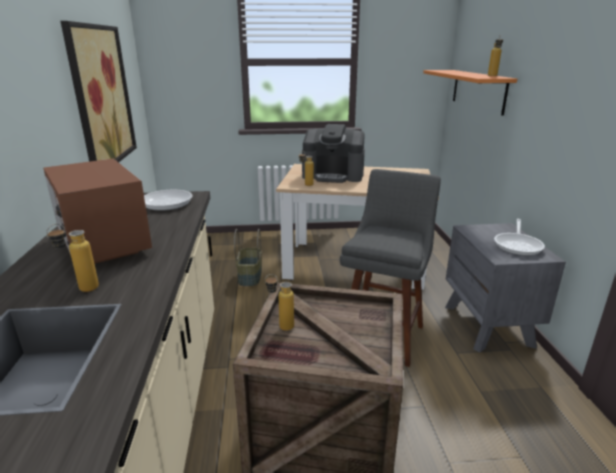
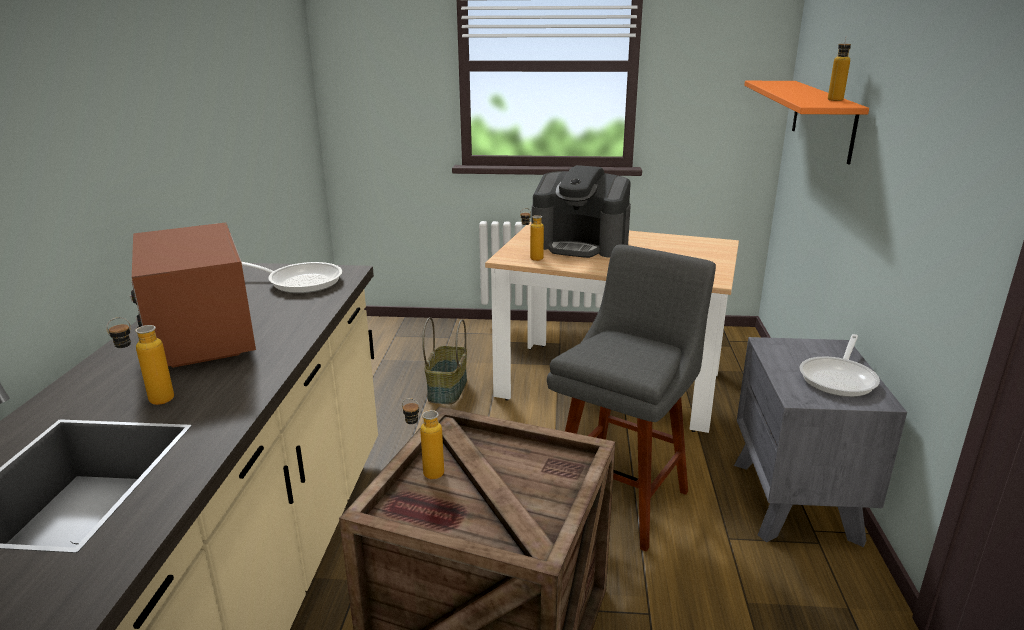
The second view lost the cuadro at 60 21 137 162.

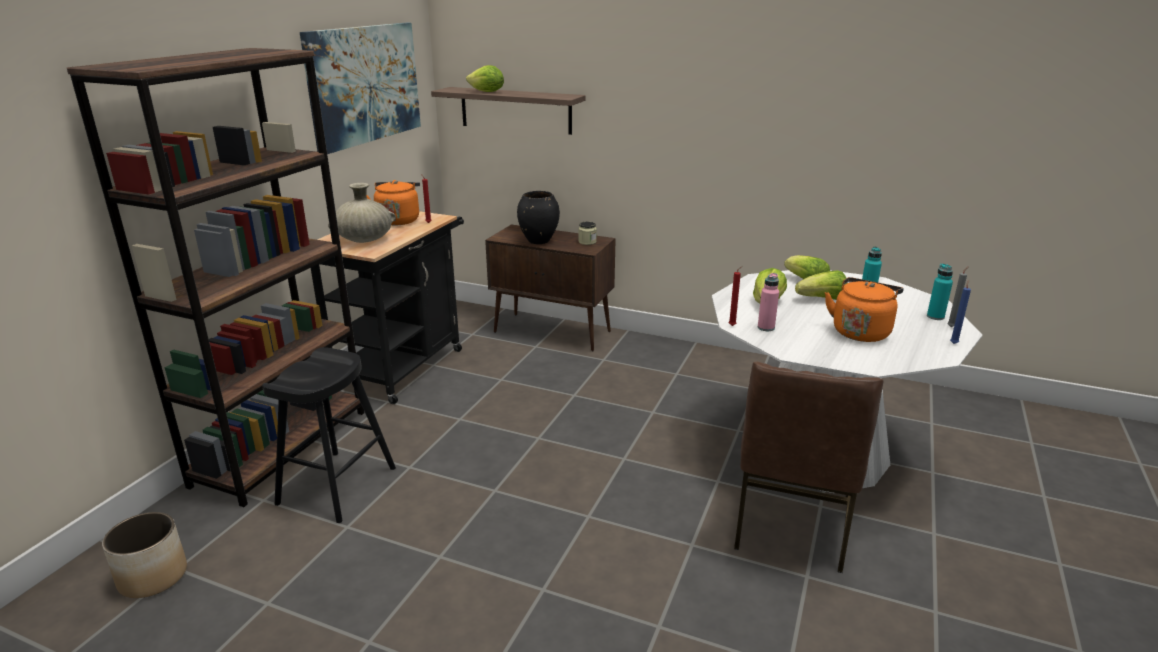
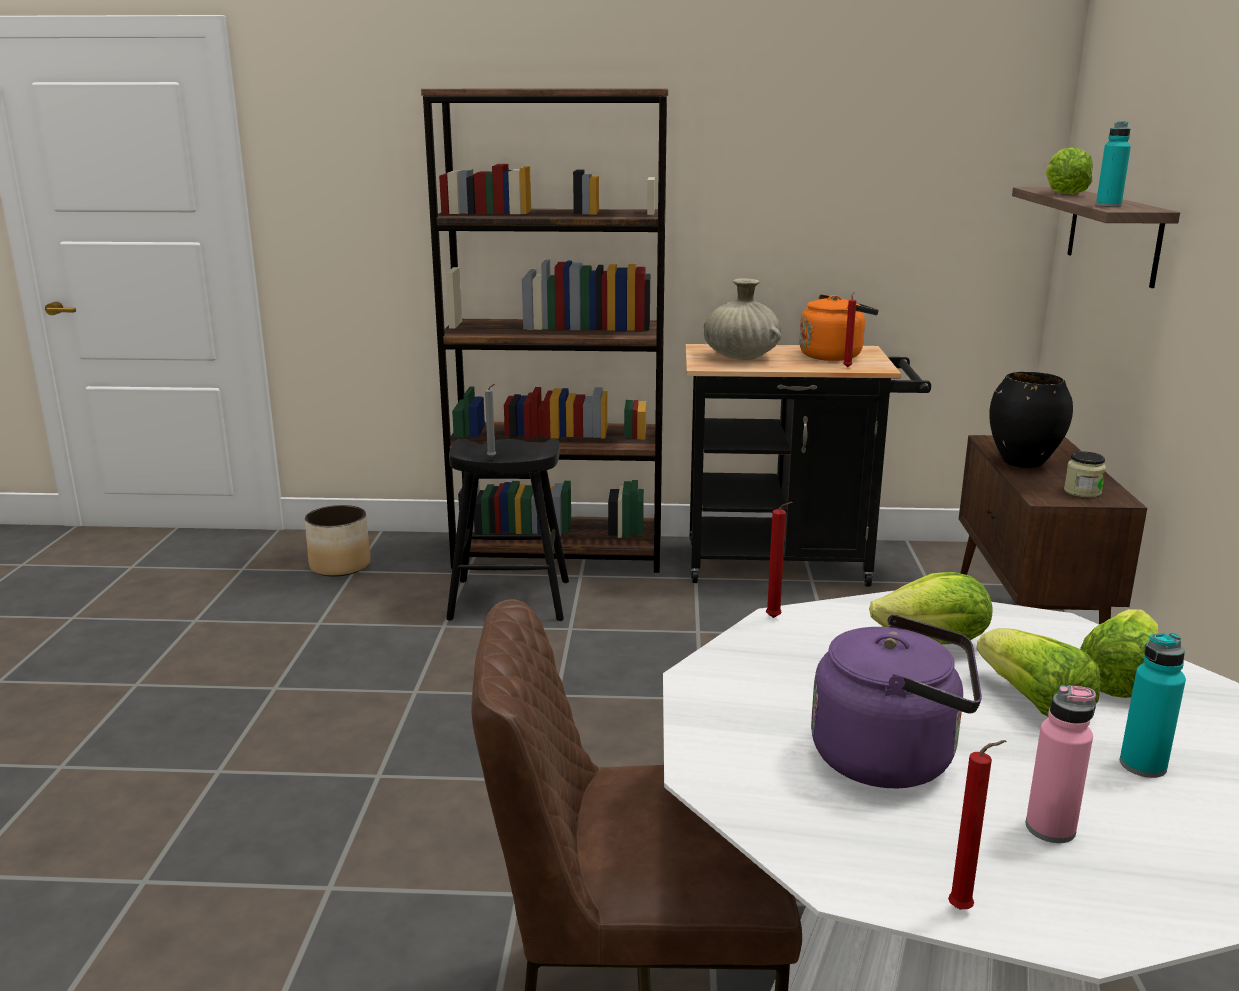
The vela (gris) ended up elsewhere, having gone from 947 266 969 327 to 485 384 496 457.
What was the hervidor (naranja) at 825 277 904 342 turned into the hervidor (morado) at 811 615 982 789.
What was the vela (azul) at 950 280 971 344 turned into the vela (rojo) at 948 740 1006 909.
The botella (rosa) ended up elsewhere, having gone from 758 273 779 331 to 1026 685 1096 843.
The botella (turquesa) ended up elsewhere, having gone from 927 263 953 320 to 1096 121 1131 207.
The second view lost the cuadro at 300 23 421 154.

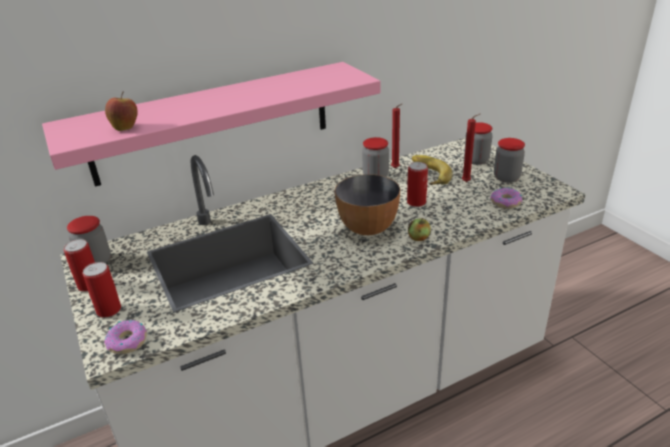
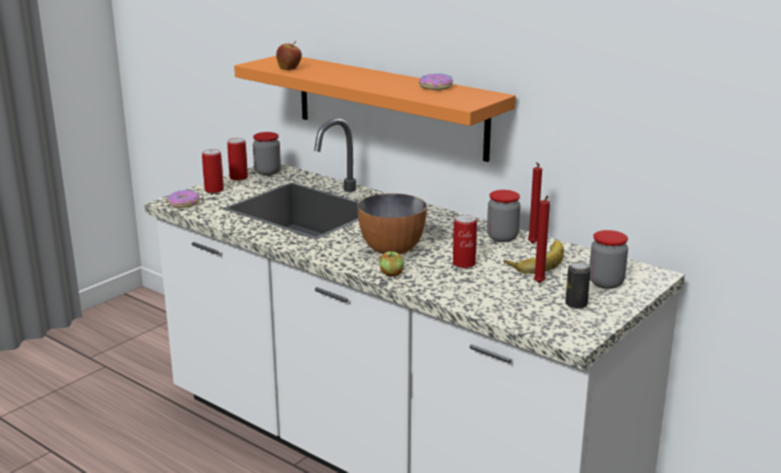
What was the estante (rosa) at 42 62 381 187 turned into the estante (naranja) at 234 56 516 162.
The rosquilla ended up elsewhere, having gone from 490 187 522 209 to 419 74 453 90.
Where the tarro stood at 494 138 525 183, the lata came to stand at 565 262 591 309.

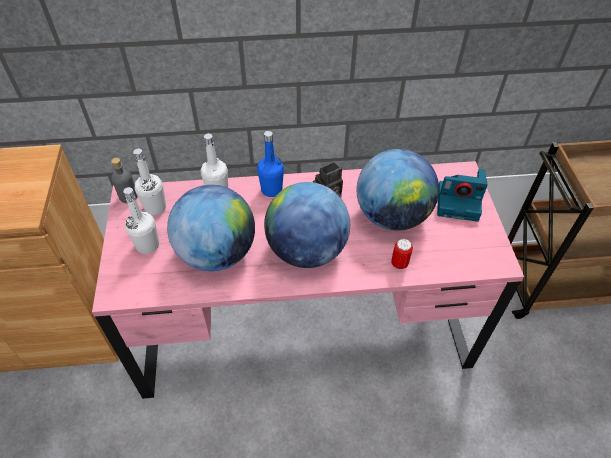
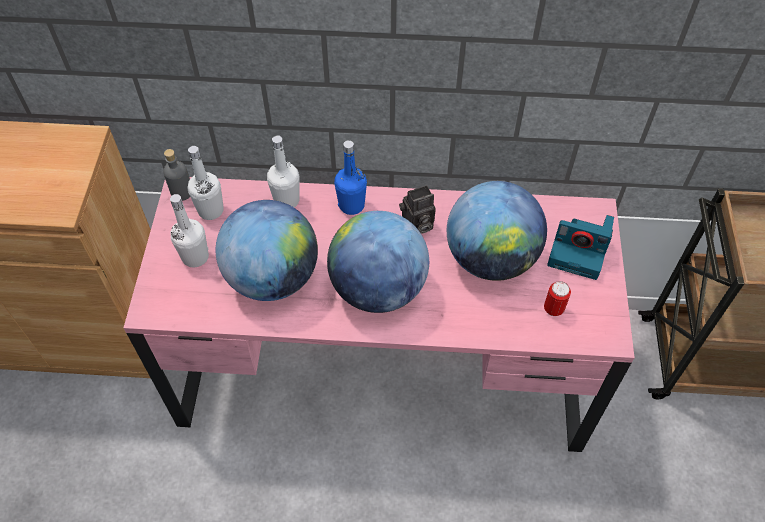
The lata ended up elsewhere, having gone from 391 239 413 270 to 544 281 571 316.

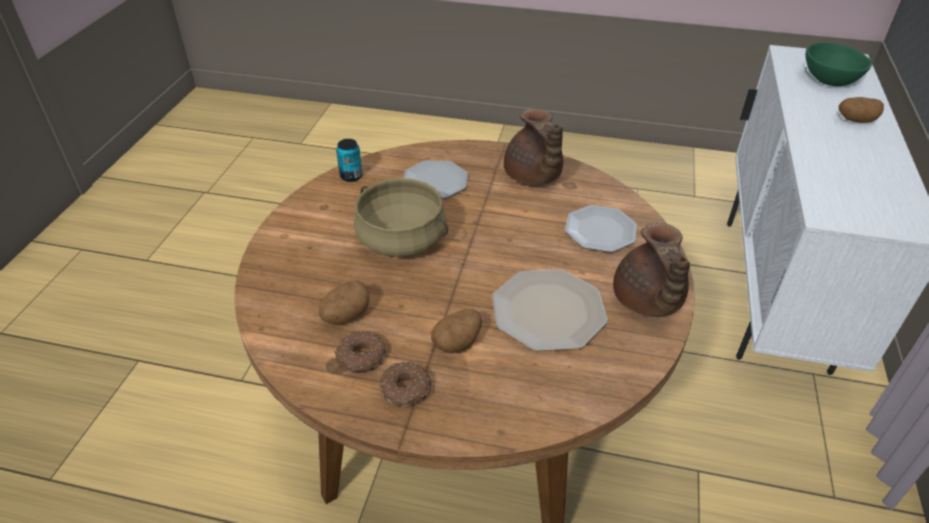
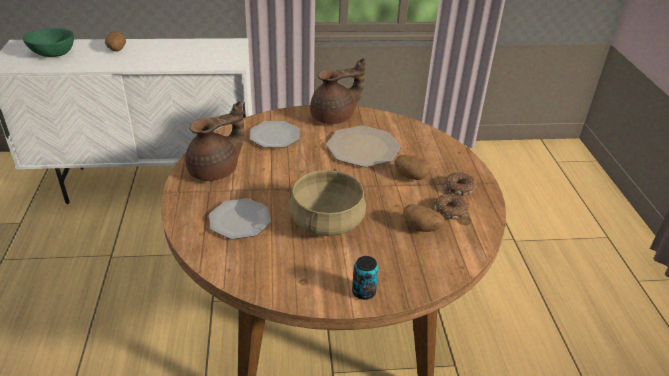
The lata ended up elsewhere, having gone from 336 139 362 182 to 352 256 379 300.

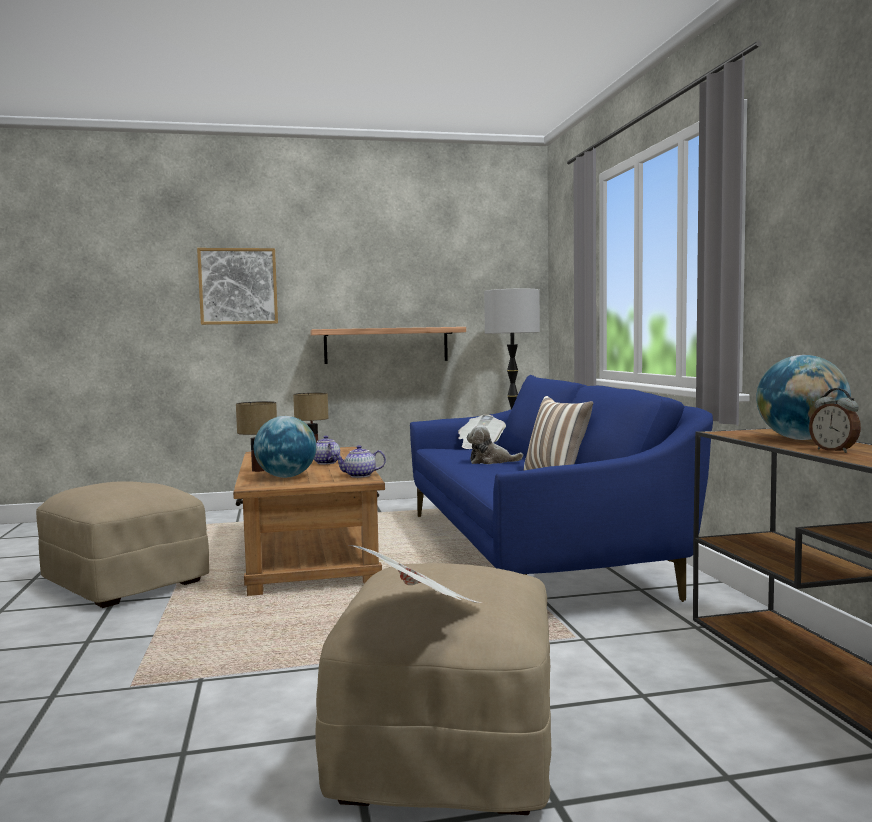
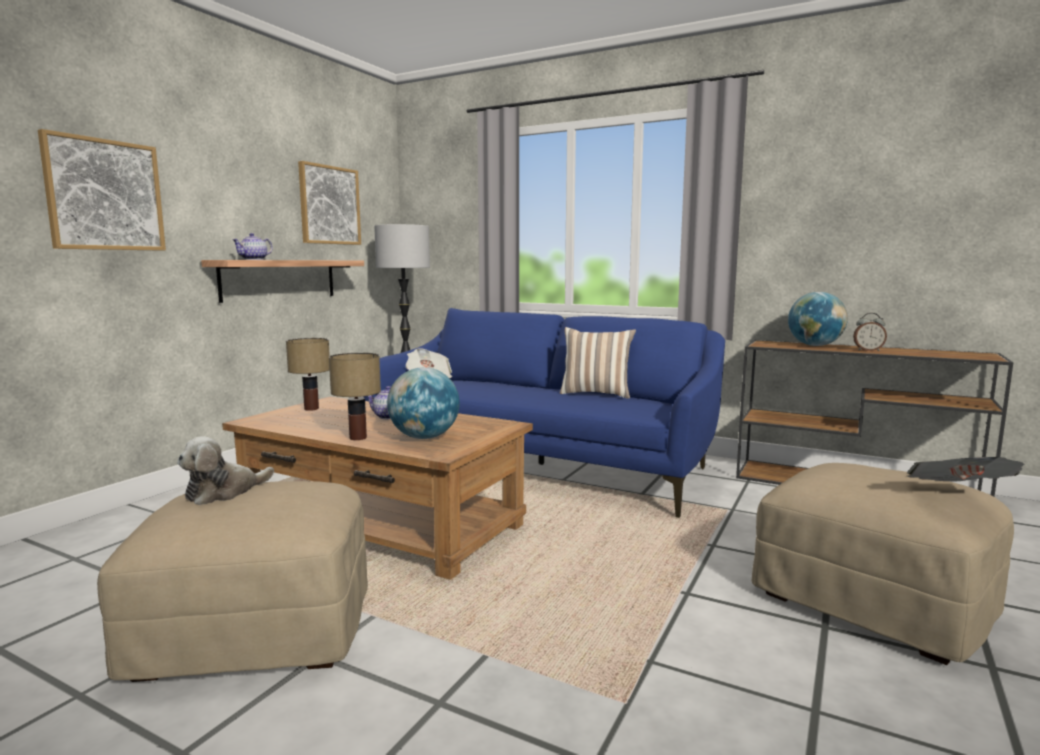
The peluche ended up elsewhere, having gone from 467 425 523 464 to 177 436 274 505.
The tetera ended up elsewhere, having gone from 333 445 386 478 to 232 233 273 260.
The second view gained the cuadro at 298 161 361 245.

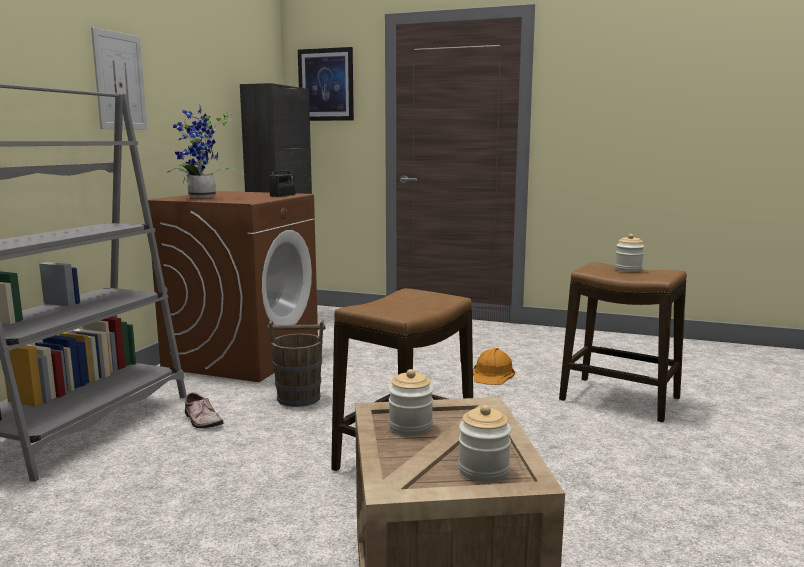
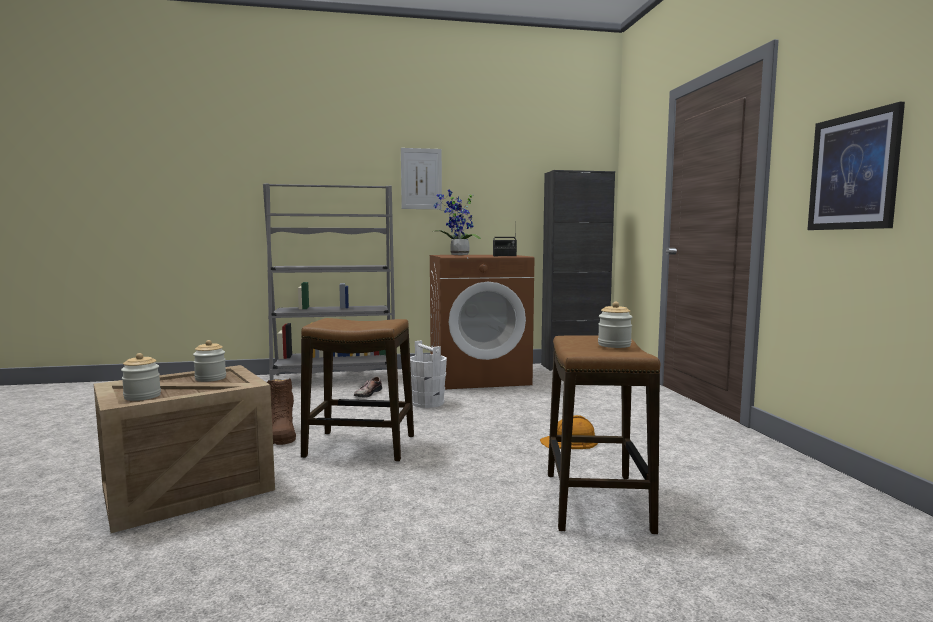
The second view gained the bota (marrón) at 267 378 296 445.
What was the cubo (marrón) at 267 320 325 407 turned into the cubo (blanco) at 410 340 447 408.
The cuadro ended up elsewhere, having gone from 298 47 354 121 to 807 102 905 230.

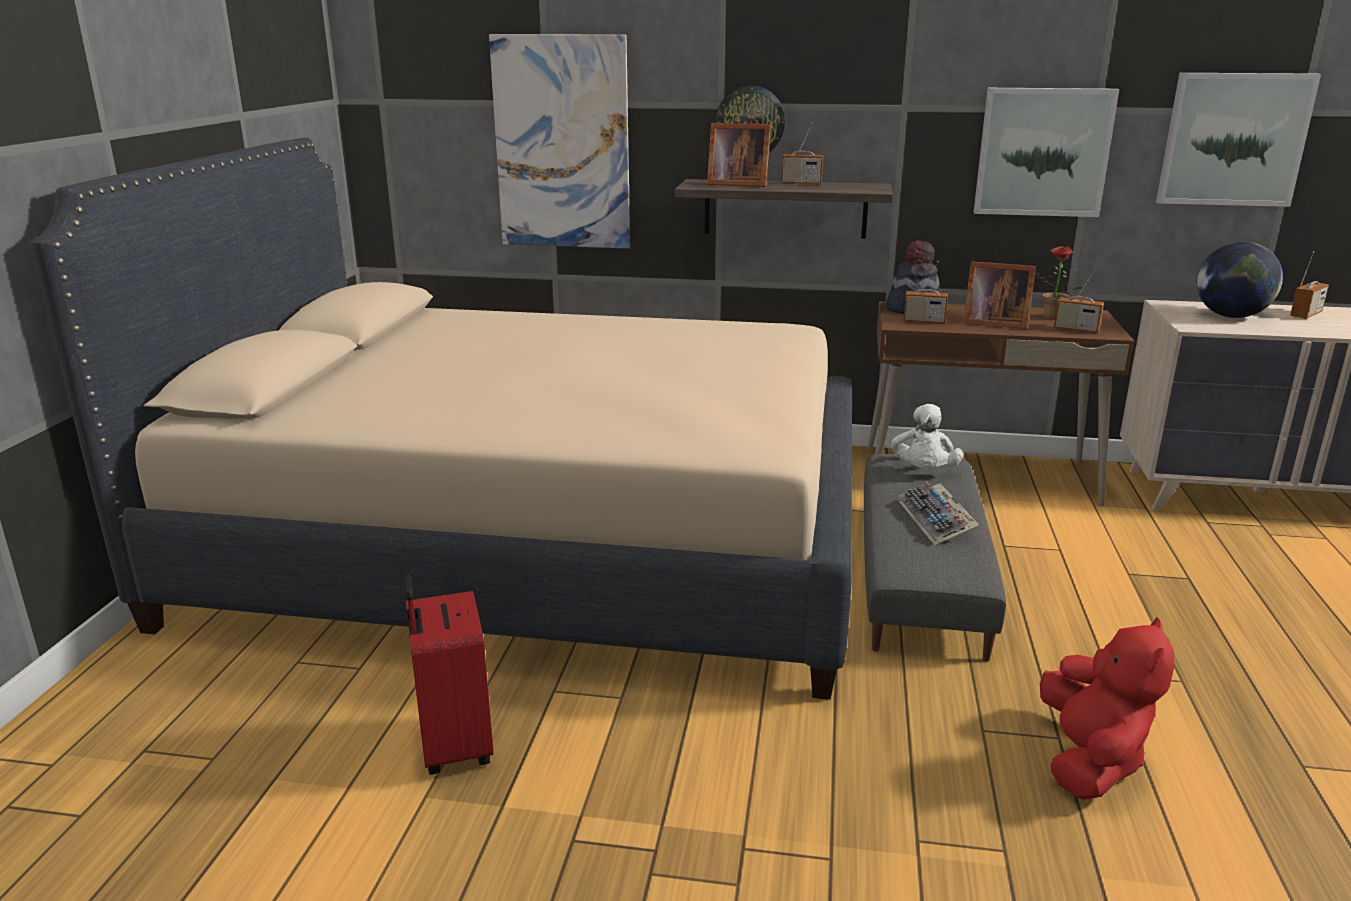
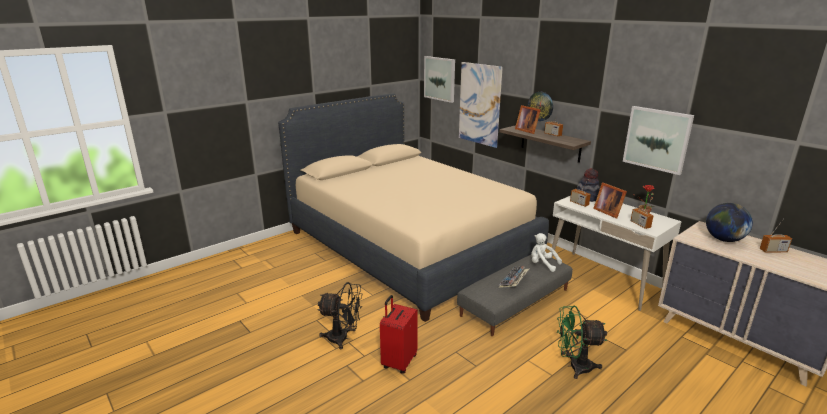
The second view gained the ventilador (negro) at 317 282 362 349.
The maleta (rojo) ended up elsewhere, having gone from 404 573 494 775 to 380 295 418 374.
The cuadro ended up elsewhere, having gone from 1156 73 1321 207 to 424 56 455 103.
The peluche (blanco) at 891 404 963 469 ended up facing another way, 75 degrees clockwise from before.
What was the escritorio (marrón) at 868 301 1134 506 turned into the escritorio (blanco) at 552 196 682 311.
The second view gained the ventilador (verde) at 557 305 607 379.
The second view lost the peluche (rojo) at 1040 617 1174 800.

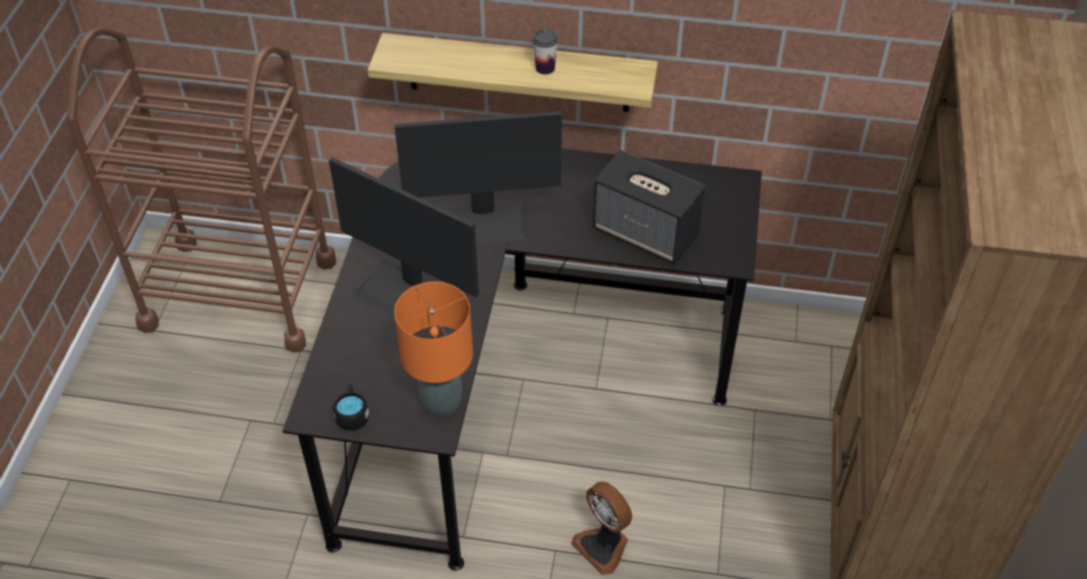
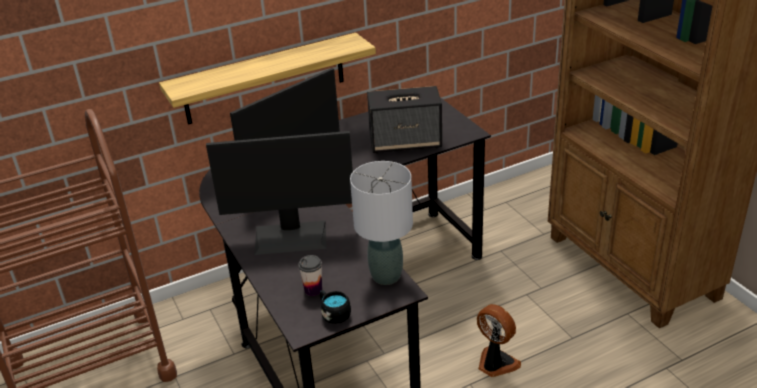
The taza ended up elsewhere, having gone from 532 29 558 75 to 298 255 322 296.
What was the lámpara de mesa (naranja) at 394 282 473 416 turned into the lámpara de mesa (gris) at 350 161 413 285.
The ventilador at 571 482 632 575 ended up facing another way, 150 degrees counterclockwise from before.

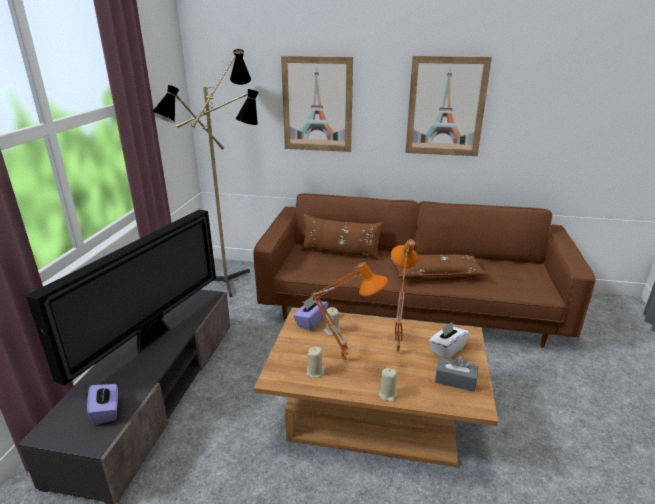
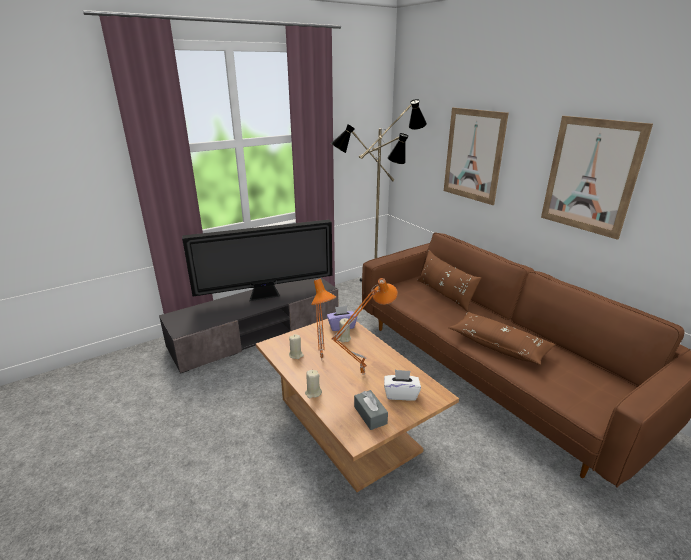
The second view lost the caja de pañuelos (morado) at 87 382 118 425.

